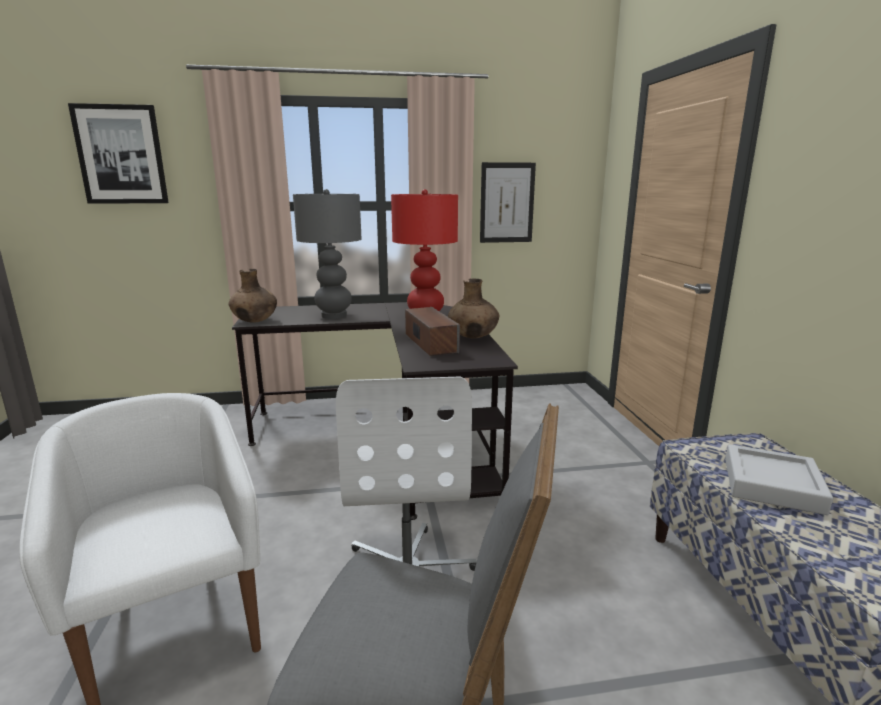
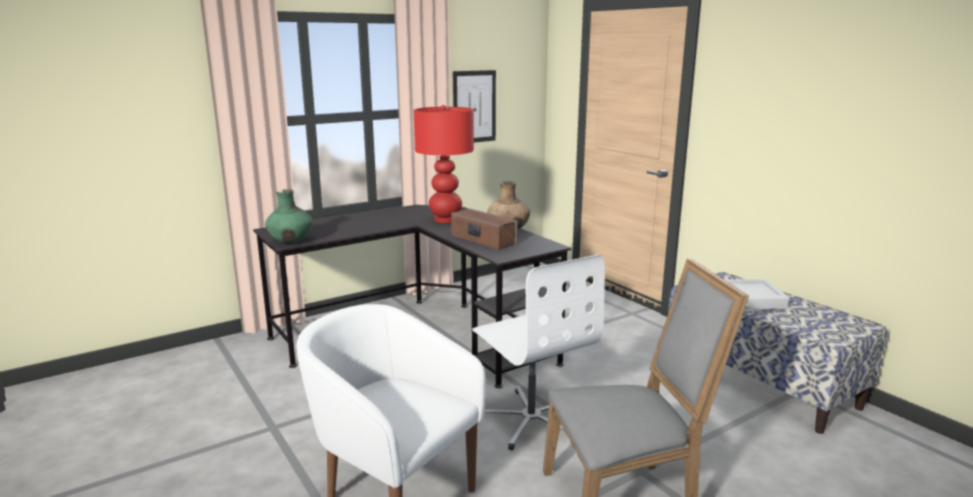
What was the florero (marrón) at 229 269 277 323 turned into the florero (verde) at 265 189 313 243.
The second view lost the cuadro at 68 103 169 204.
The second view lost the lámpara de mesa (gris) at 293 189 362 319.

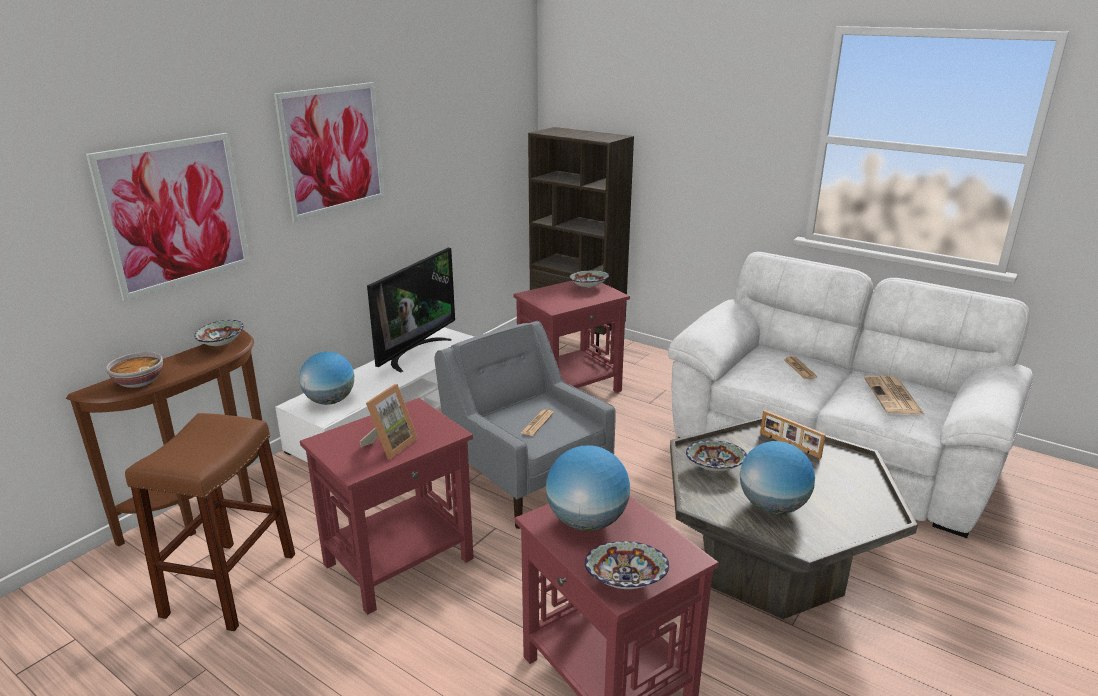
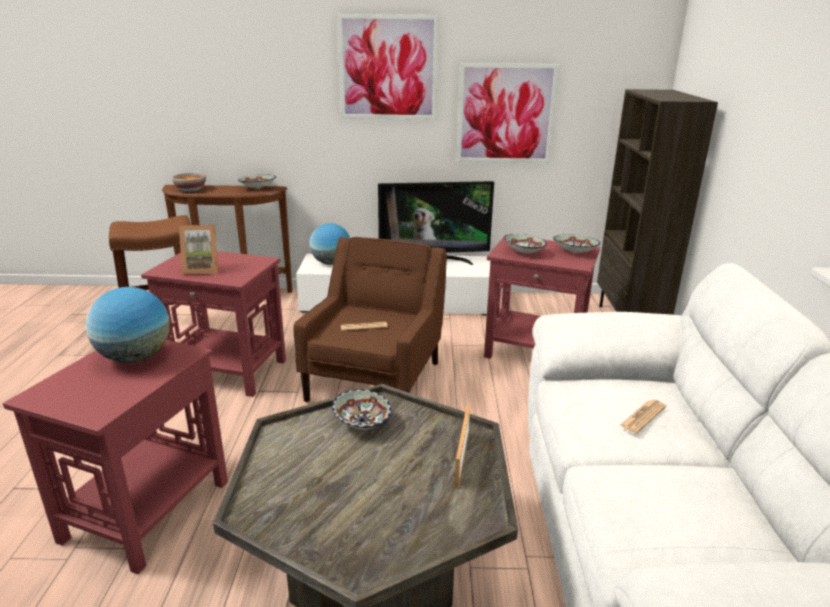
What was the sillón (gris) at 434 321 616 529 turned into the sillón (marrón) at 293 237 447 402.
The cuadro ended up elsewhere, having gone from 86 133 250 301 to 456 63 559 163.
The cuenco ended up elsewhere, having gone from 585 541 669 589 to 504 234 547 254.
The second view lost the globo terráqueo at 740 441 815 514.
The second view lost the periódico at 864 376 925 415.

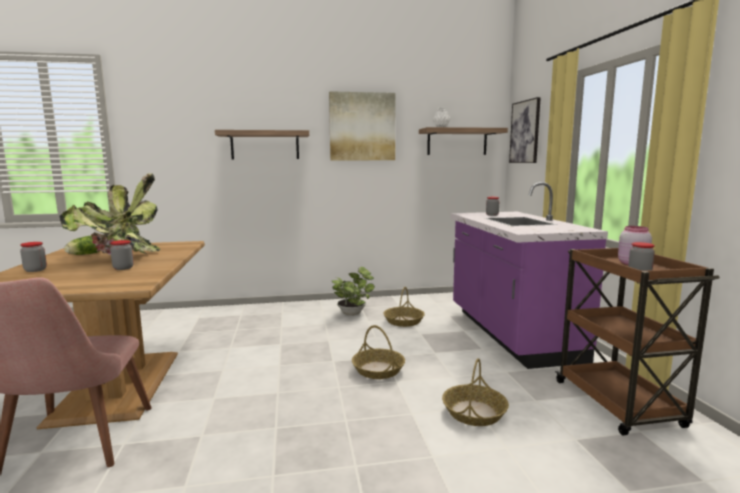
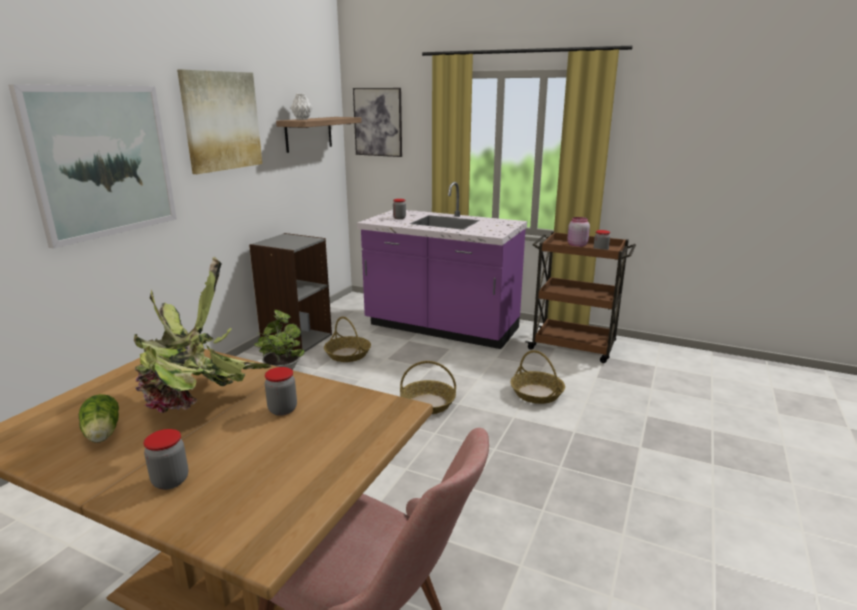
Where the estante hung at 215 130 309 159, the cuadro came to hang at 8 84 177 249.
The second view gained the estantería (gris) at 249 233 332 352.

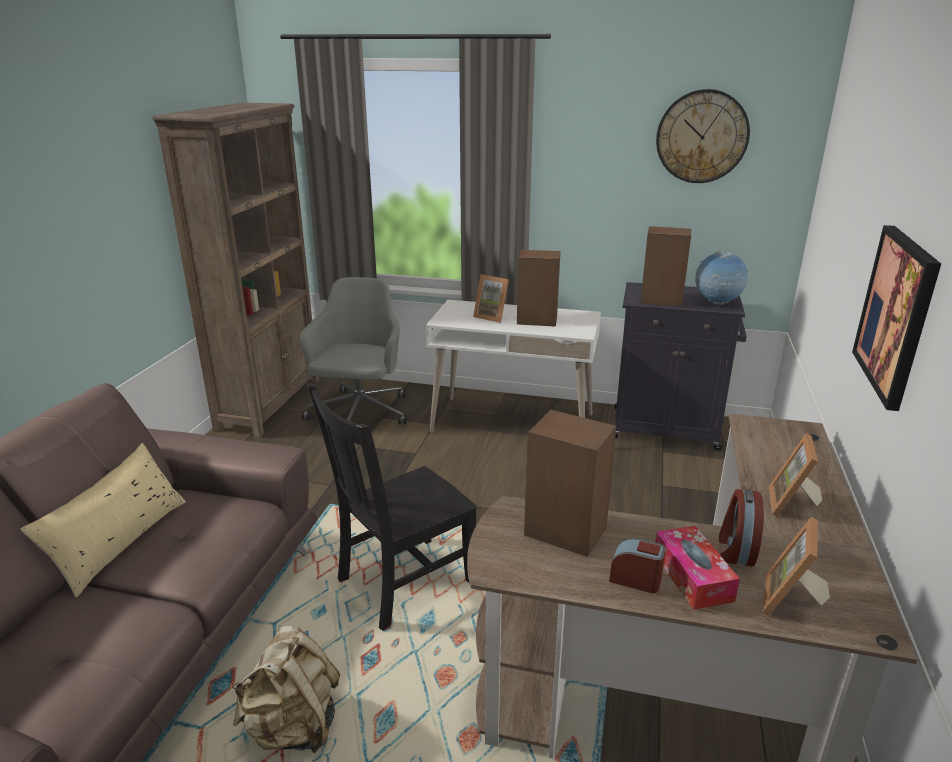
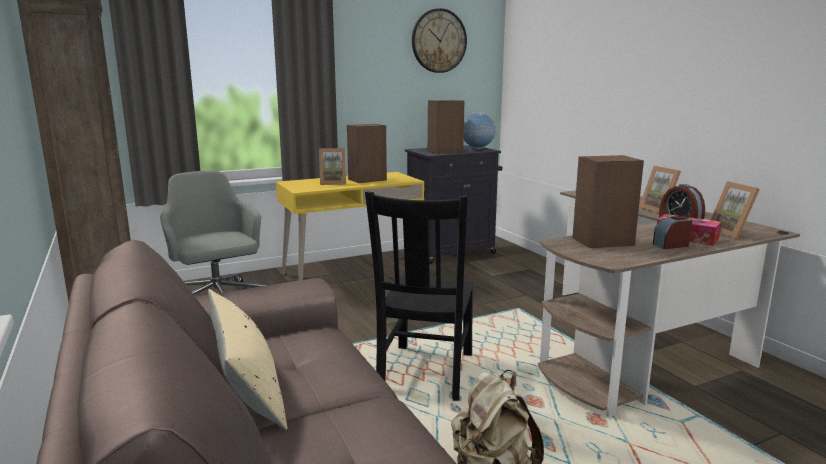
What was the escritorio (blanco) at 426 300 601 433 turned into the escritorio (amarillo) at 276 172 424 280.
The second view lost the cuadro at 852 225 941 411.

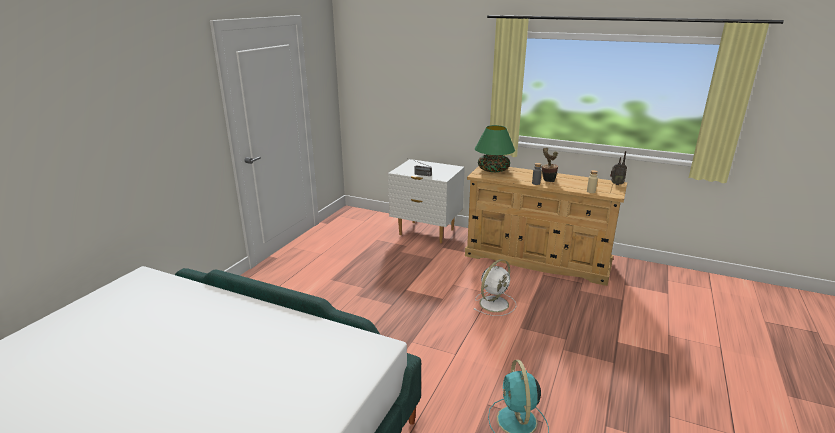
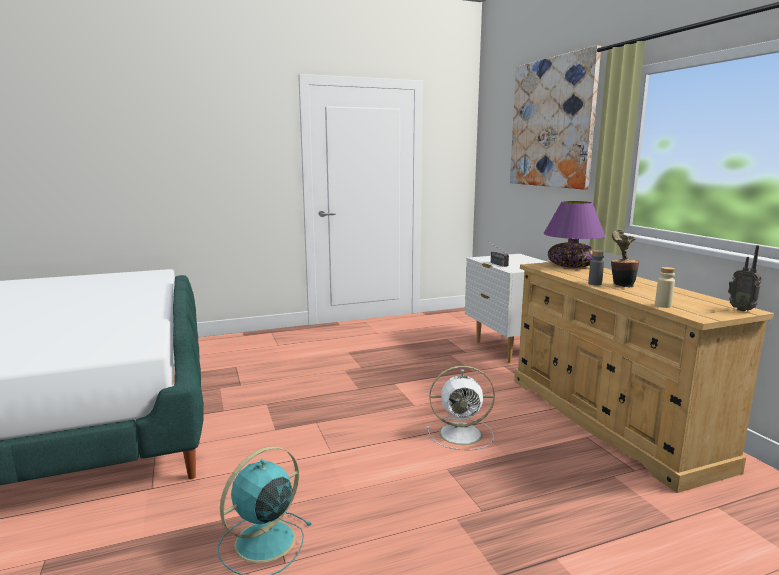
The second view gained the cuadro at 510 45 601 189.
What was the lámpara de mesa (verde) at 475 125 515 172 turned into the lámpara de mesa (morado) at 543 201 605 268.

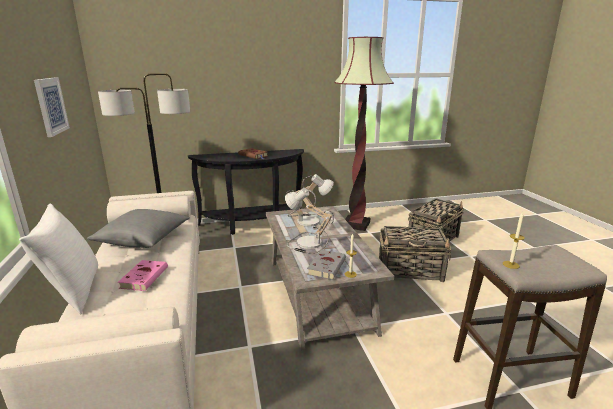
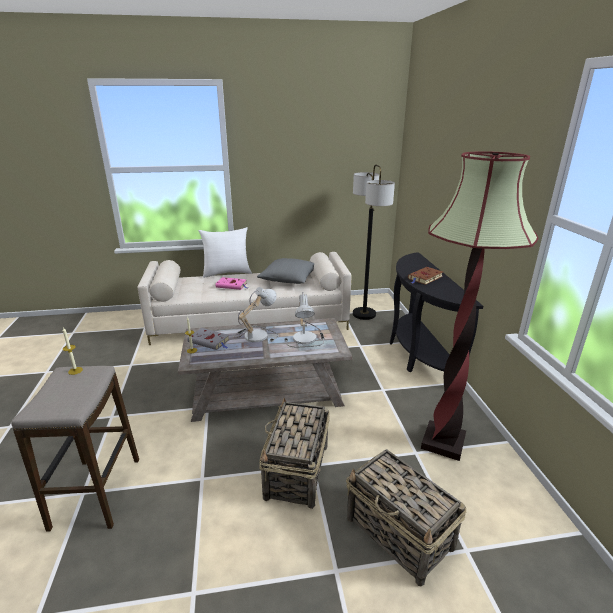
The second view lost the cuadro at 34 77 70 137.

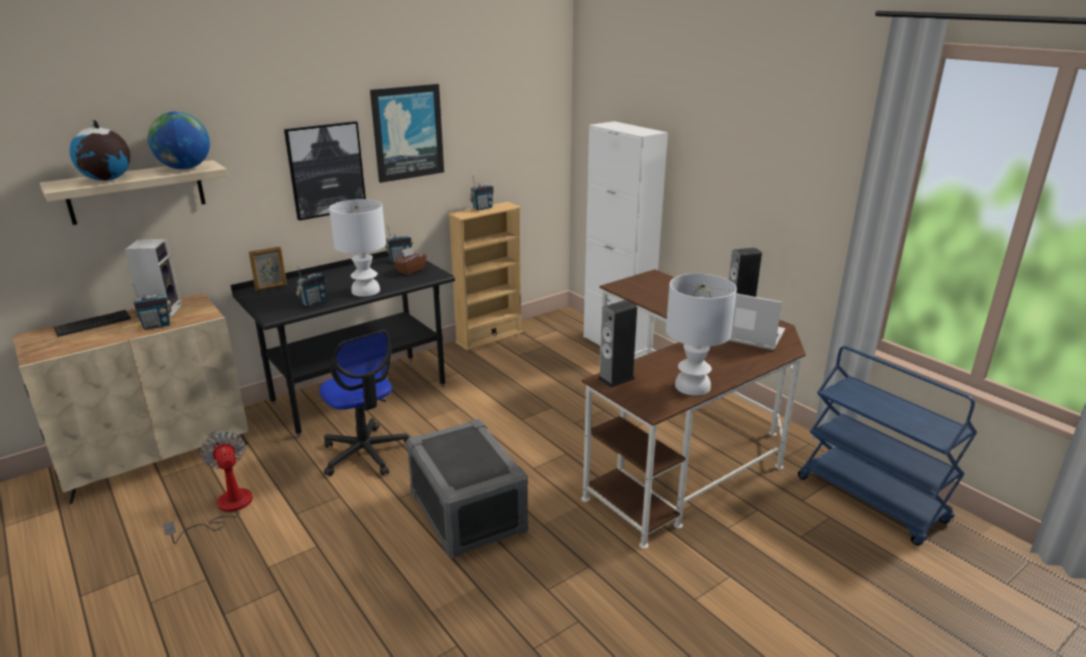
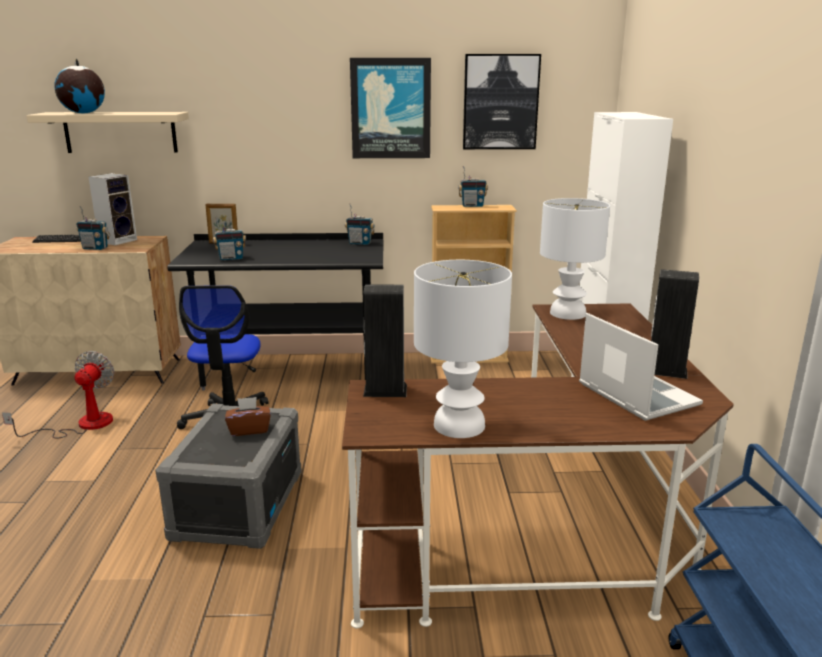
The caja de pañuelos (marrón) ended up elsewhere, having gone from 393 247 427 275 to 225 397 271 436.
The cuadro ended up elsewhere, having gone from 284 121 366 221 to 463 54 541 149.
The lámpara de mesa (blanco) ended up elsewhere, having gone from 329 199 386 297 to 540 198 610 320.
The second view lost the globo terráqueo at 148 112 210 169.

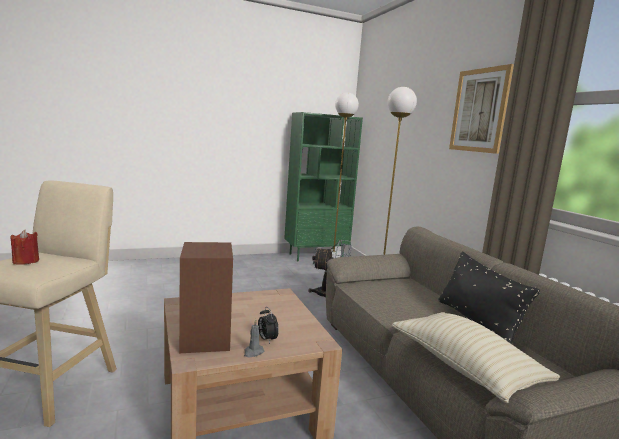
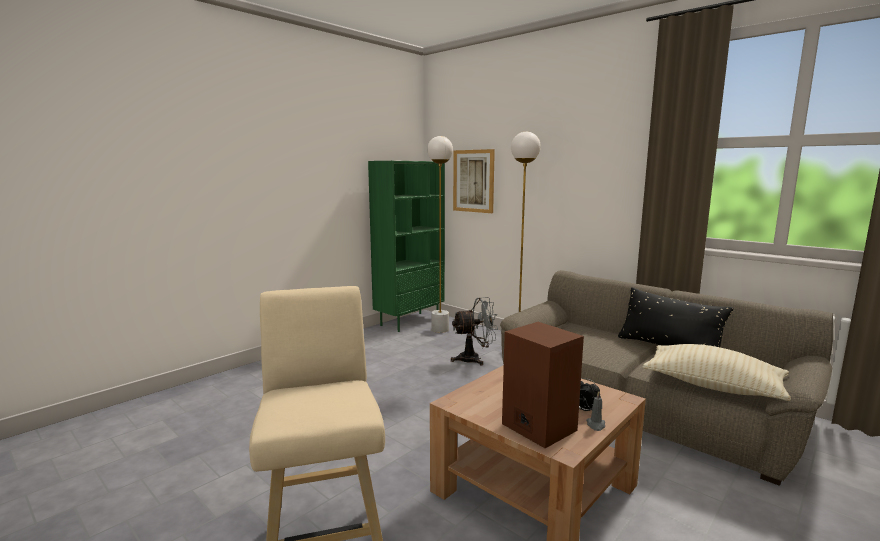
The cuadro ended up elsewhere, having gone from 449 64 514 154 to 453 149 495 213.
The second view lost the vela (rojo) at 10 230 39 264.

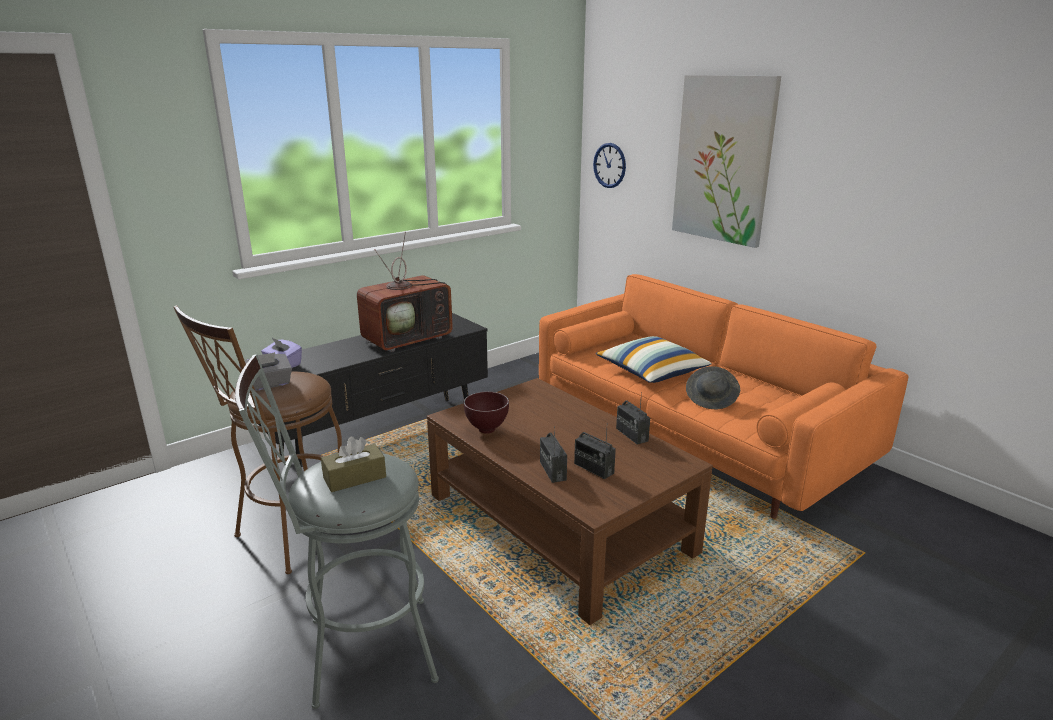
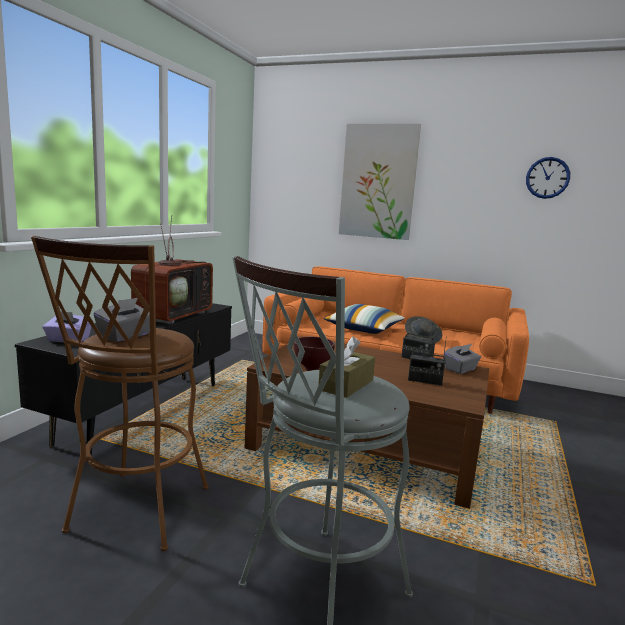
The second view gained the caja de pañuelos (gris) at 444 344 481 374.
The reloj de pared ended up elsewhere, having gone from 593 143 626 188 to 526 157 570 199.
The second view lost the radio at 540 426 567 483.

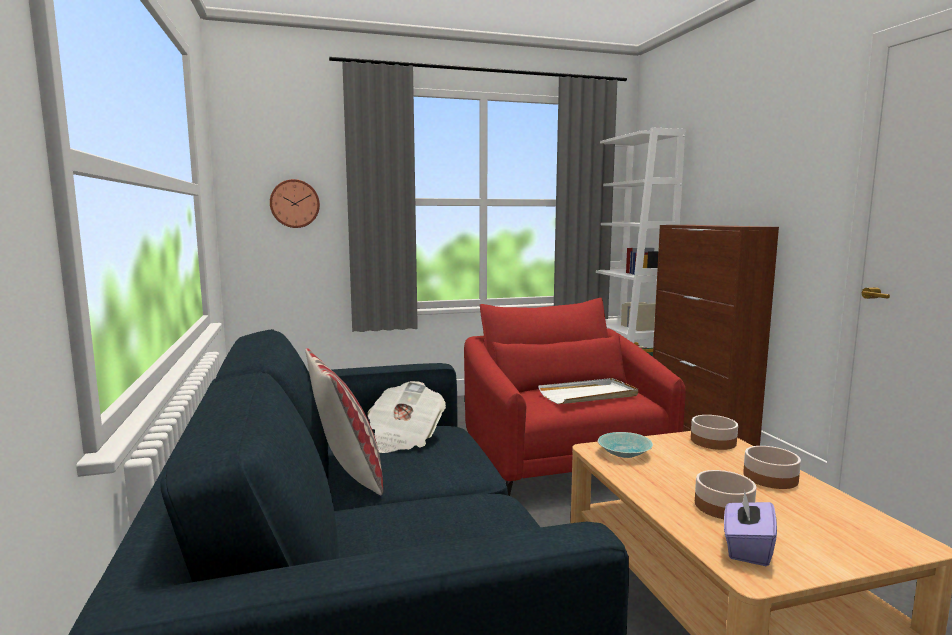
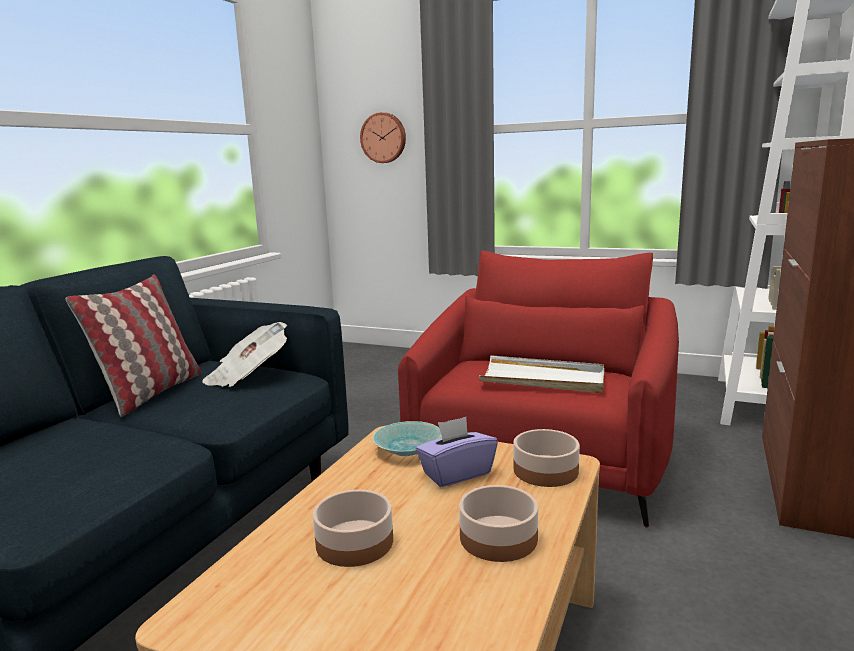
The caja de pañuelos (morado) ended up elsewhere, having gone from 724 490 777 566 to 416 417 498 487.

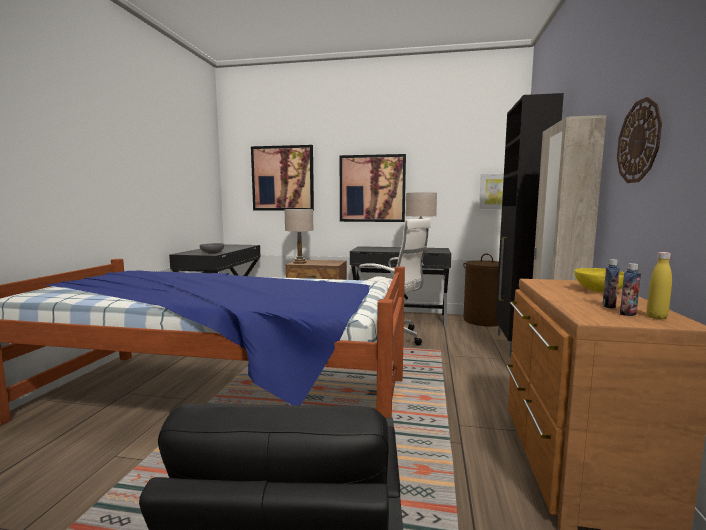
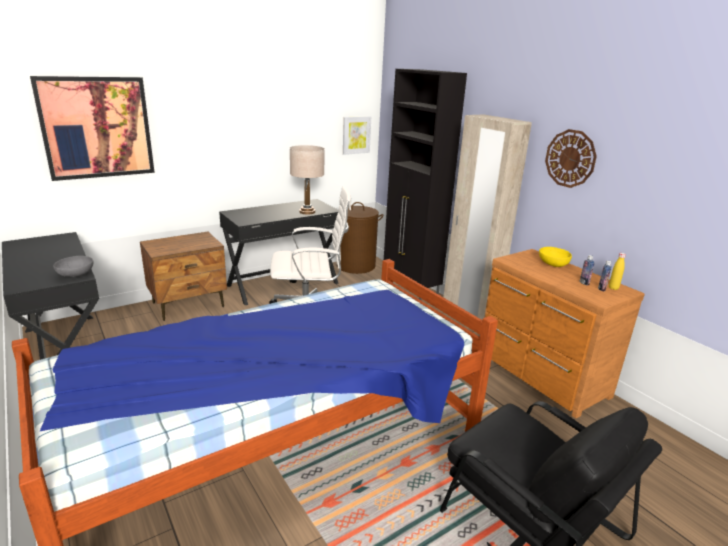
The second view lost the lámpara de mesa (beis) at 284 209 313 264.
The second view lost the cuadro at 340 154 406 222.

